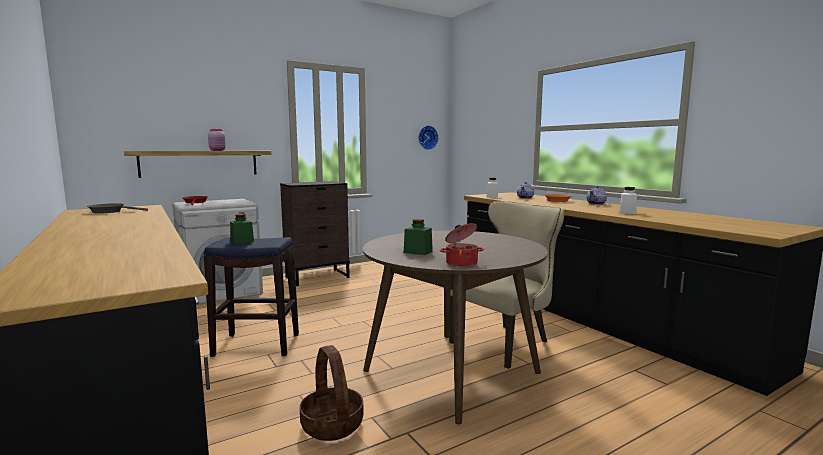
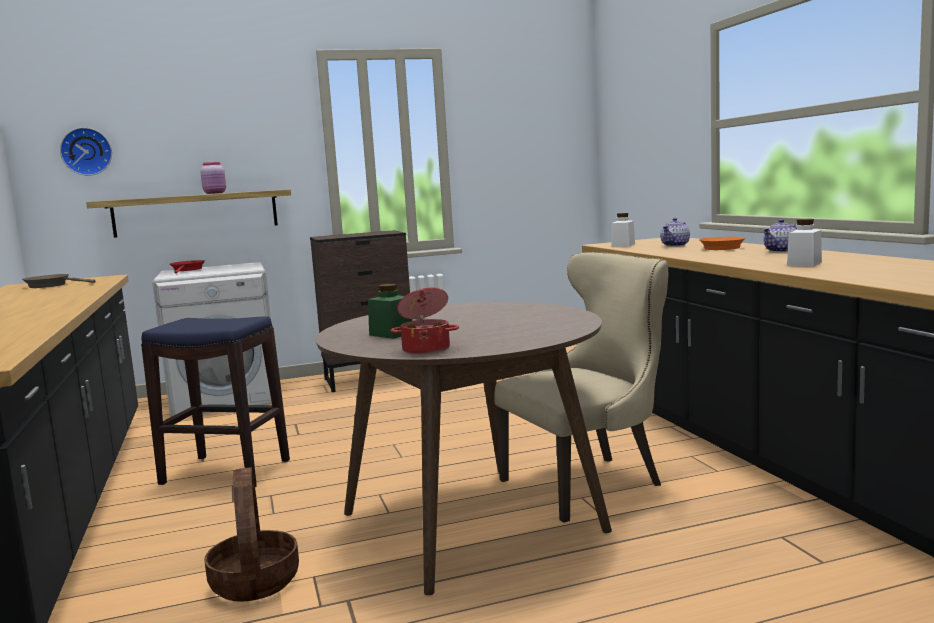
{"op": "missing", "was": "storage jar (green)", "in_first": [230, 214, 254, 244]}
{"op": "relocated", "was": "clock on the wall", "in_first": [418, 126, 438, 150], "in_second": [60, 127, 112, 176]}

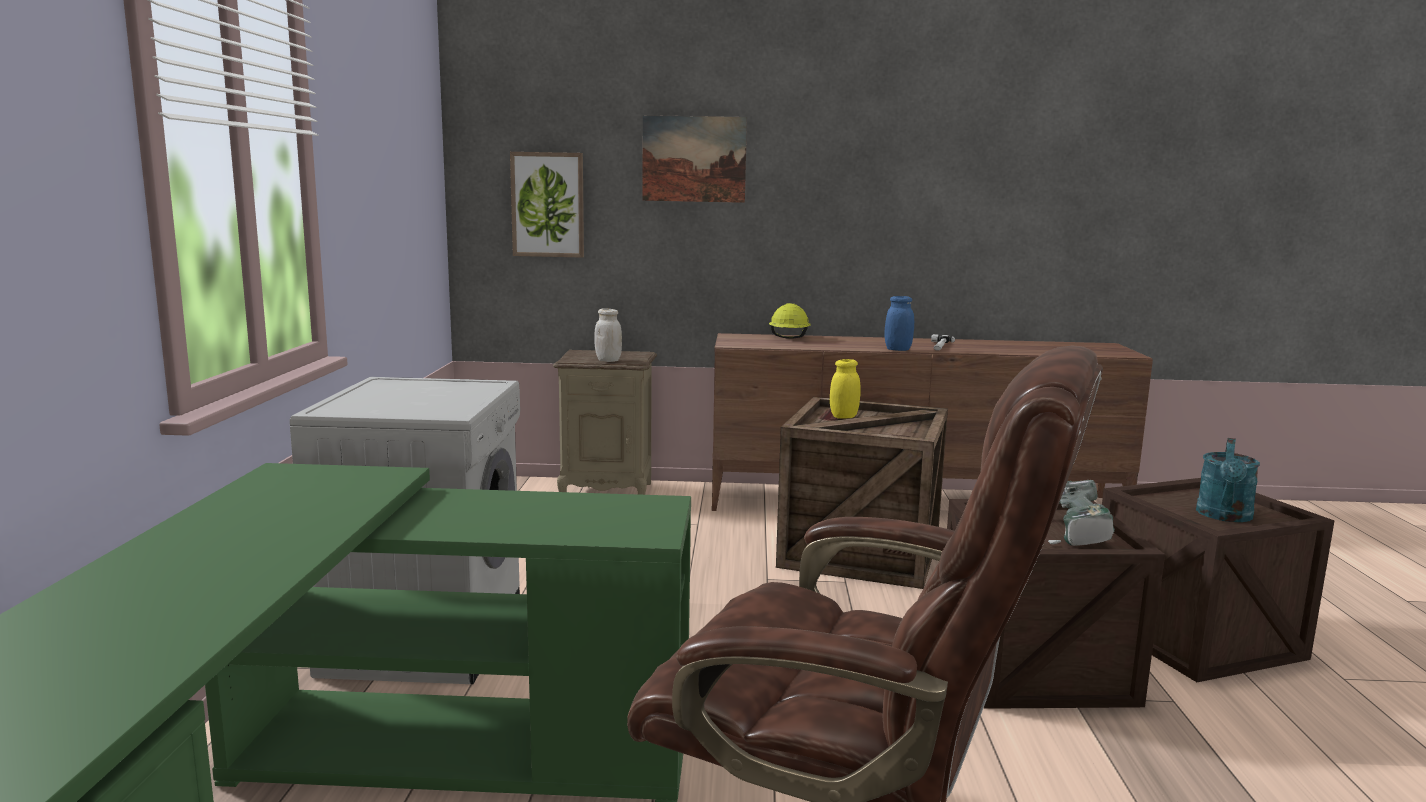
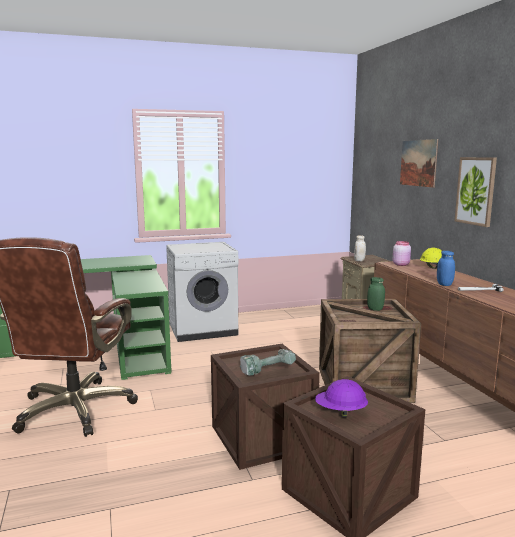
{"op": "relocated", "was": "wall art", "in_first": [510, 152, 584, 258], "in_second": [455, 157, 497, 227]}
{"op": "colour", "was": "storage jar (yellowish)", "now": "storage jar (green)", "in_first": [830, 359, 861, 419], "in_second": [367, 277, 385, 311]}
{"op": "exchanged", "was": "sprinkling can (blue-green)", "now": "safety helmet (purple)", "in_first": [1196, 438, 1260, 522], "in_second": [315, 379, 368, 418]}
{"op": "appeared", "now": "storage jar (pink)", "in_second": [393, 241, 411, 266]}

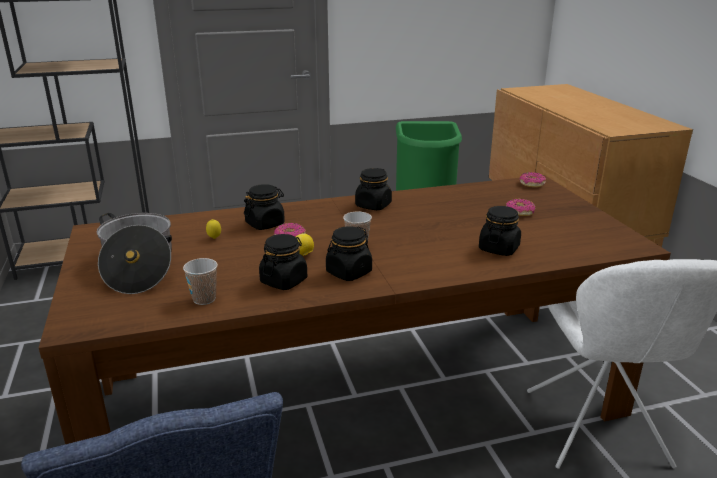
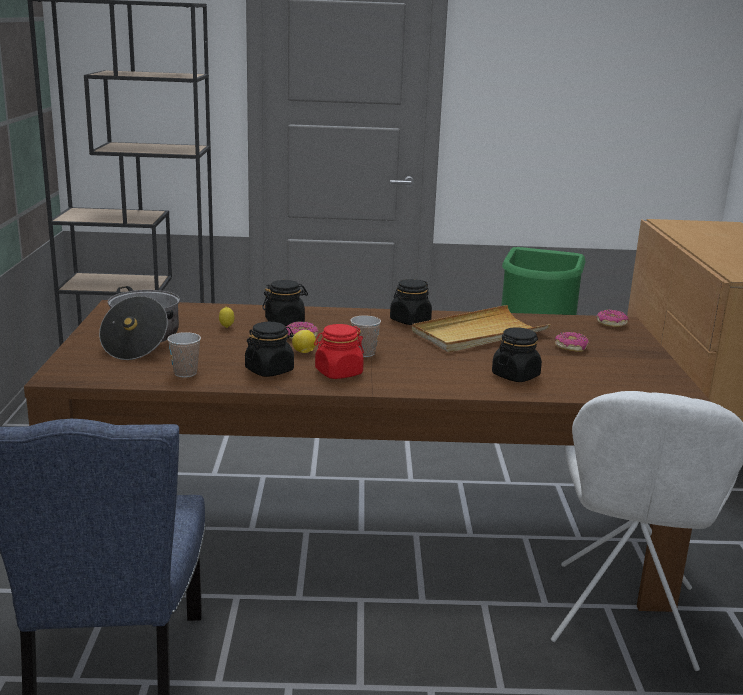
{"op": "colour", "was": "storage jar (black)", "now": "storage jar (red)", "in_first": [326, 226, 372, 281], "in_second": [314, 324, 364, 379]}
{"op": "appeared", "now": "serving tray (beige)", "in_second": [412, 305, 551, 352]}

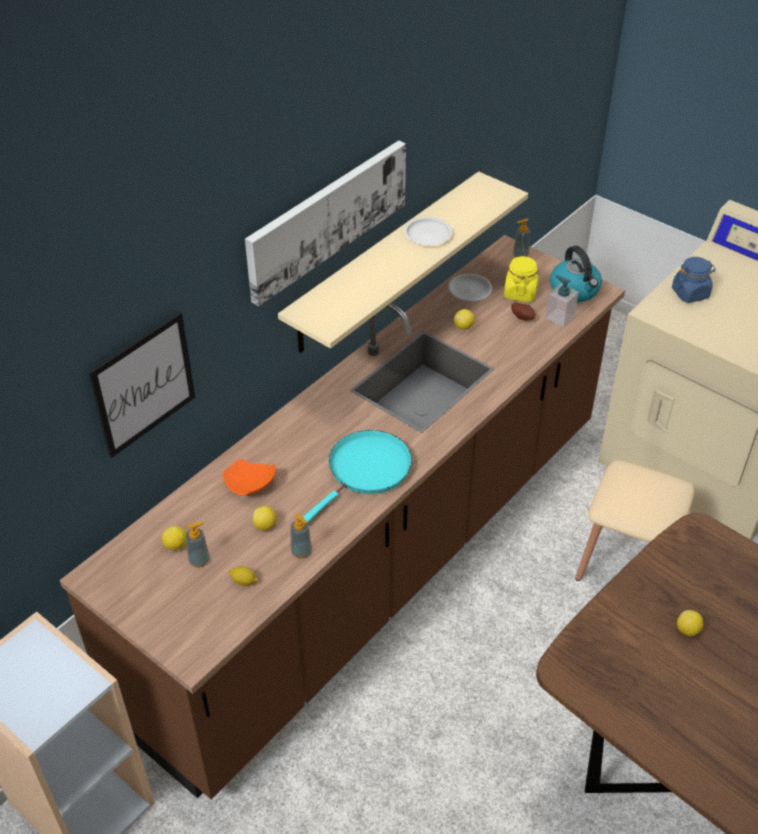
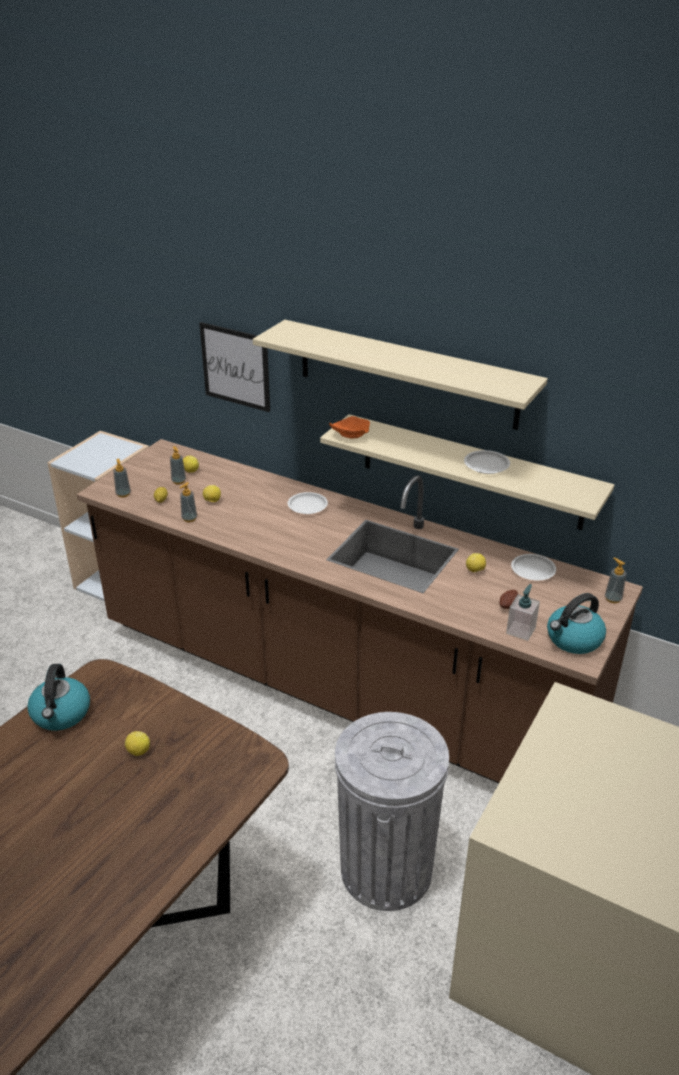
{"op": "relocated", "was": "plate (orangey)", "in_first": [223, 460, 276, 495], "in_second": [329, 416, 370, 438]}
{"op": "exchanged", "was": "wall art", "now": "bracket shelf (beige)", "in_first": [245, 140, 406, 306], "in_second": [253, 320, 548, 430]}
{"op": "missing", "was": "frying pan (blue-green)", "in_first": [303, 430, 412, 523]}
{"op": "missing", "was": "storage jar (yellowish)", "in_first": [504, 256, 539, 302]}
{"op": "exchanged", "was": "sitting stool (beige)", "now": "trash can (gray)", "in_first": [575, 460, 694, 581], "in_second": [335, 712, 449, 911]}
{"op": "missing", "was": "storage jar (blue-coloured)", "in_first": [672, 257, 716, 303]}
{"op": "appeared", "now": "water kettle", "in_second": [27, 664, 90, 731]}
{"op": "appeared", "now": "soap dispenser", "in_second": [113, 459, 131, 497]}
{"op": "appeared", "now": "plate (whitish)", "in_second": [288, 492, 328, 514]}

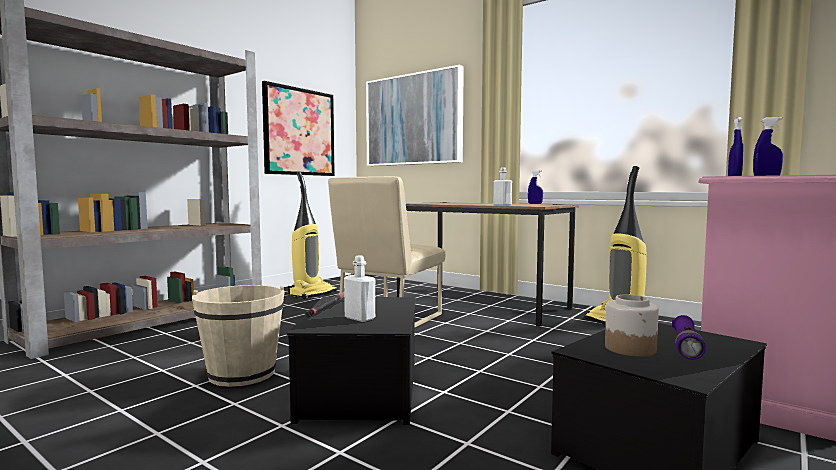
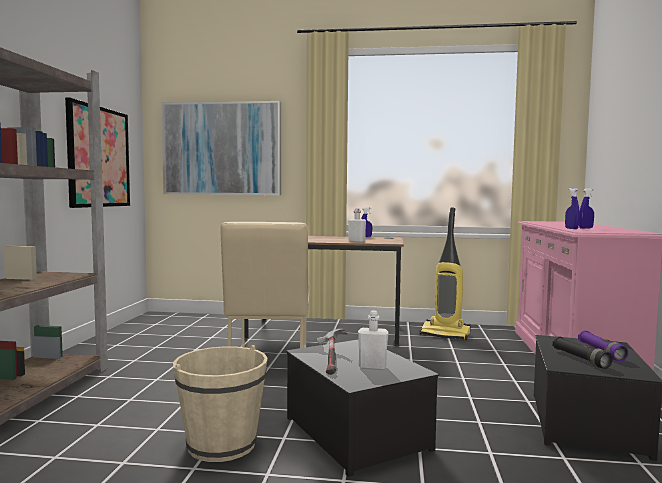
{"op": "missing", "was": "vacuum cleaner", "in_first": [288, 171, 337, 299]}
{"op": "exchanged", "was": "storage jar", "now": "torch (black)", "in_first": [605, 295, 659, 357], "in_second": [553, 336, 613, 369]}

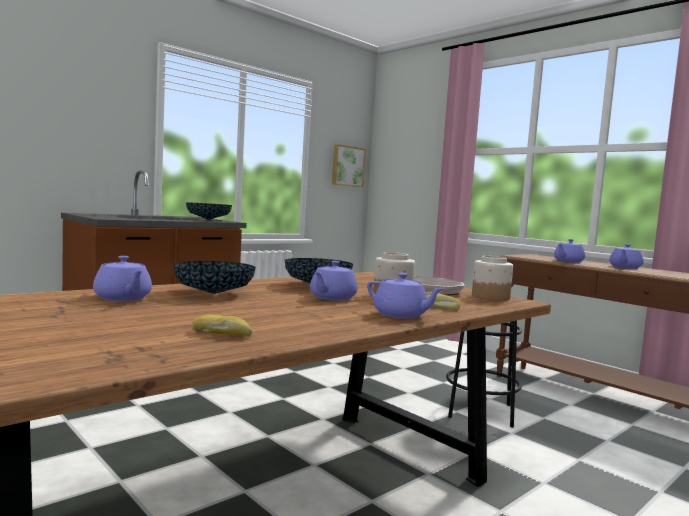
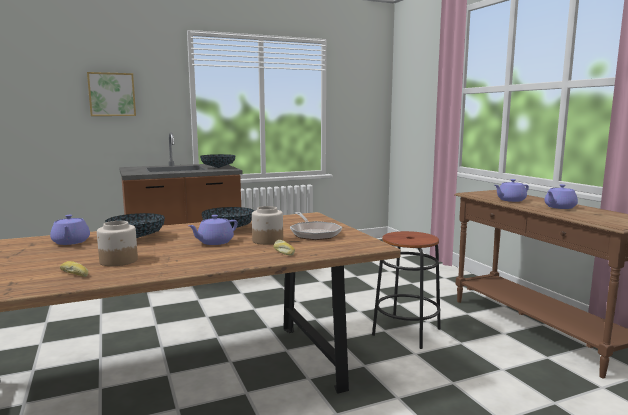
{"op": "relocated", "was": "wall art", "in_first": [332, 144, 366, 187], "in_second": [87, 72, 136, 116]}
{"op": "missing", "was": "tea pot (purple)", "in_first": [367, 273, 444, 319]}
{"op": "relocated", "was": "storage jar", "in_first": [472, 256, 513, 301], "in_second": [97, 221, 138, 266]}

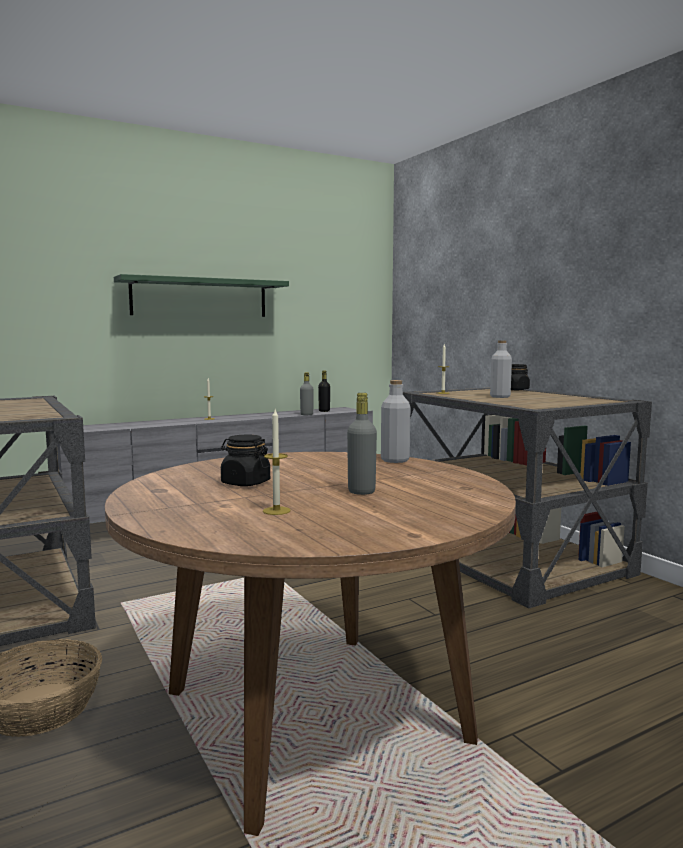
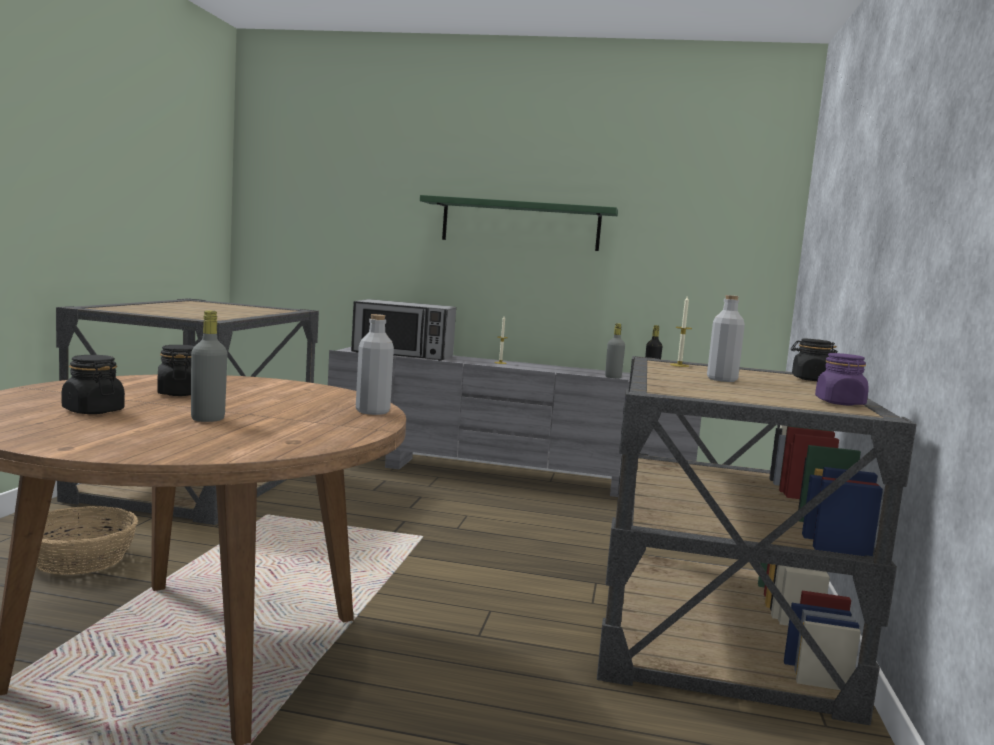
{"op": "exchanged", "was": "wax light", "now": "storage jar (black)", "in_first": [263, 410, 291, 515], "in_second": [62, 355, 125, 414]}
{"op": "appeared", "now": "kitchen microwave", "in_second": [351, 299, 456, 361]}
{"op": "appeared", "now": "storage jar (purple)", "in_second": [815, 353, 869, 406]}

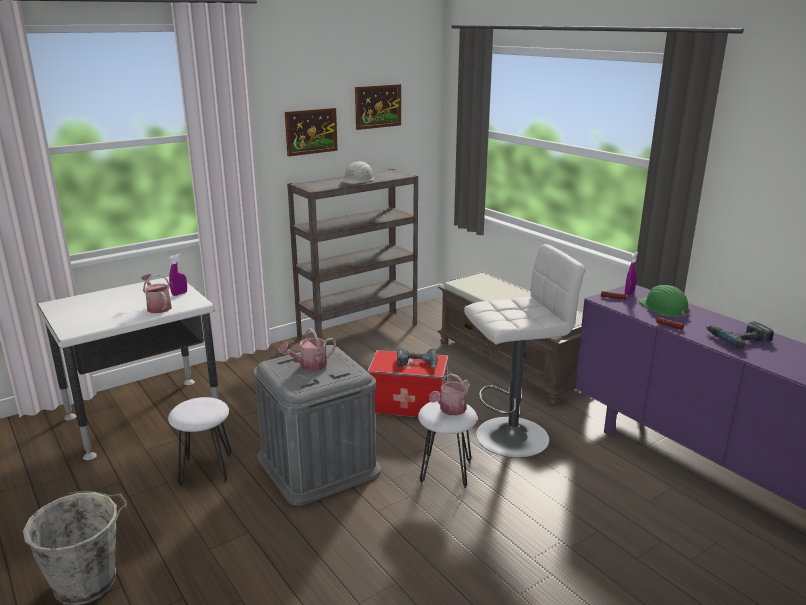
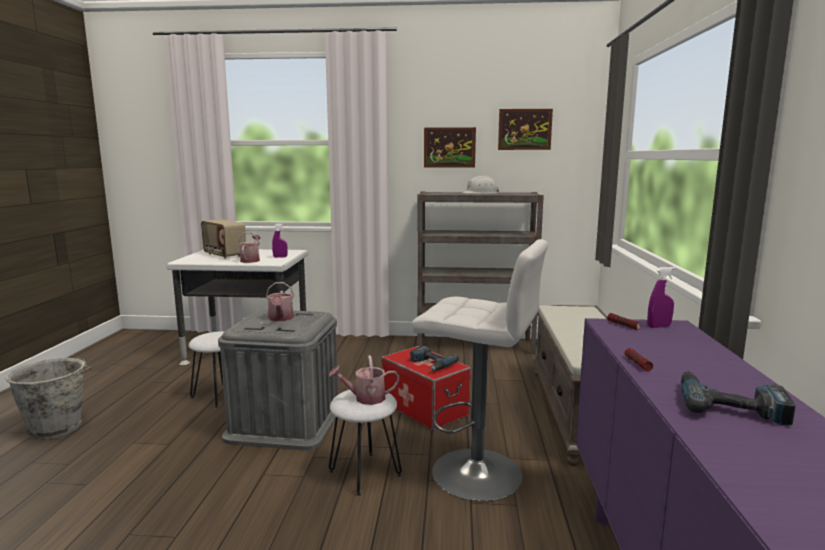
{"op": "spun", "was": "sprinkling can", "in_first": [279, 328, 336, 371], "in_second": [266, 282, 294, 321], "clockwise": -105}
{"op": "missing", "was": "safety helmet (green)", "in_first": [638, 285, 690, 318]}
{"op": "appeared", "now": "radio", "in_second": [201, 219, 246, 259]}

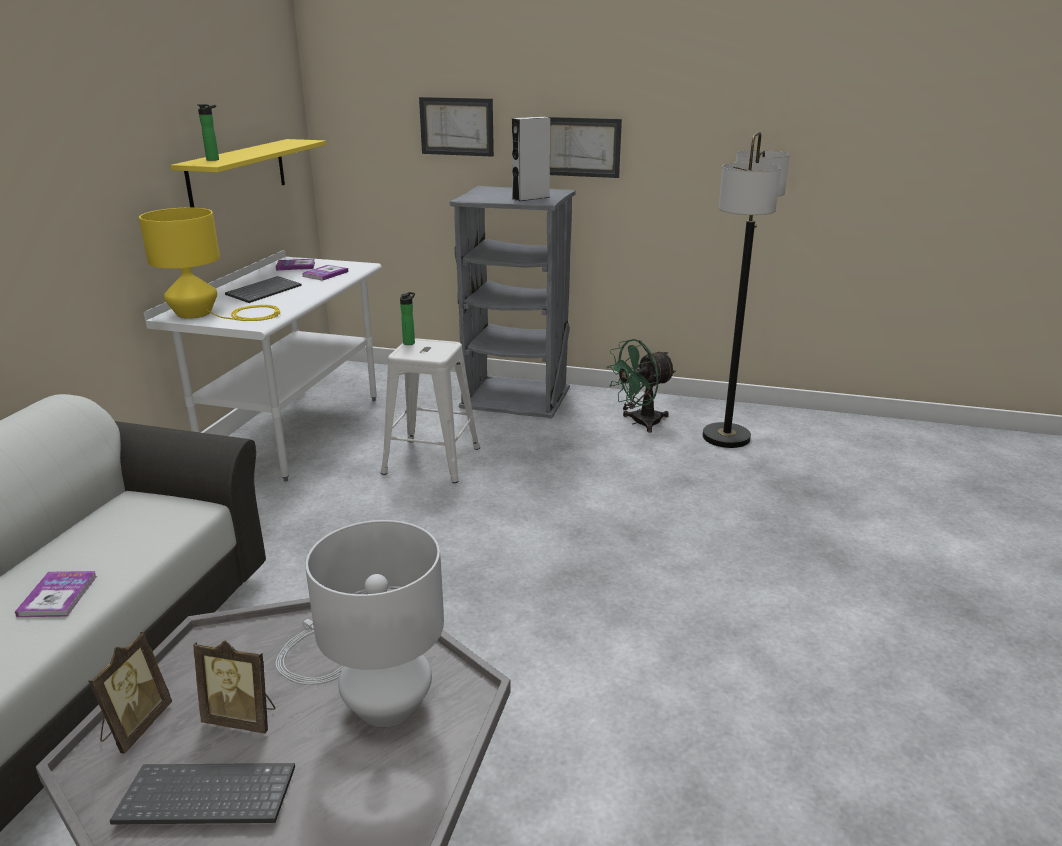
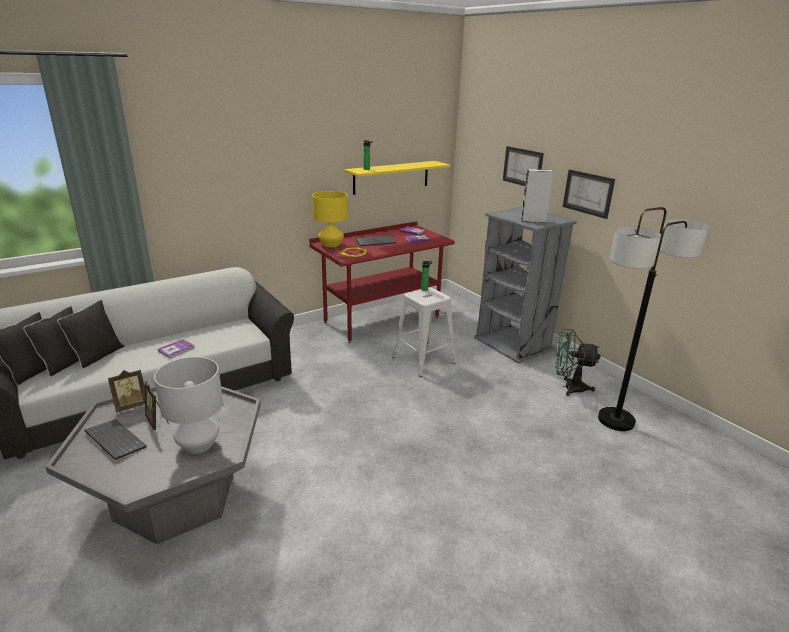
{"op": "colour", "was": "desk table (whitish)", "now": "desk table (red)", "in_first": [144, 250, 382, 482], "in_second": [309, 221, 455, 343]}

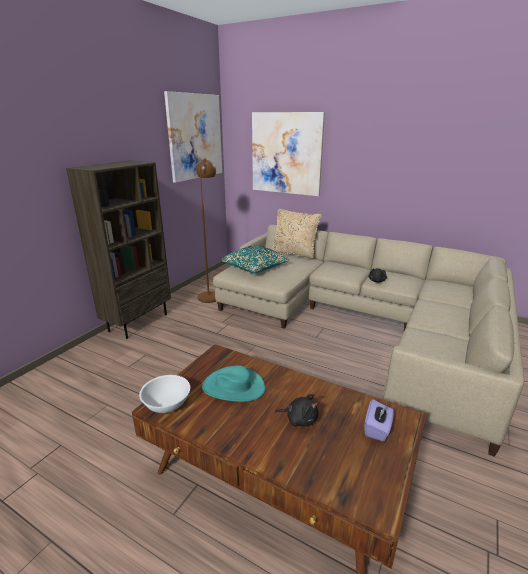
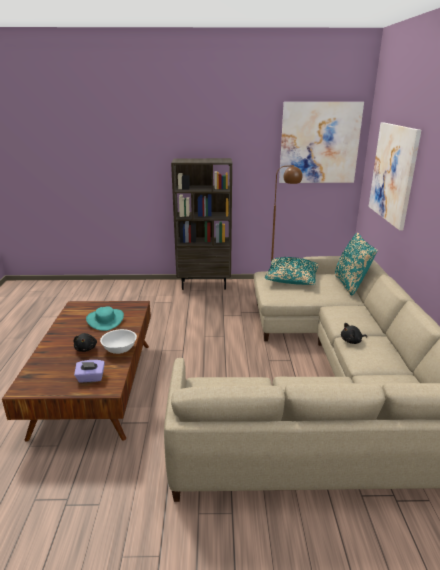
{"op": "relocated", "was": "deep dish (whitish)", "in_first": [139, 375, 190, 413], "in_second": [100, 329, 137, 354]}
{"op": "colour", "was": "cushion (beige)", "now": "cushion (blue-green)", "in_first": [272, 209, 322, 259], "in_second": [335, 233, 378, 295]}

